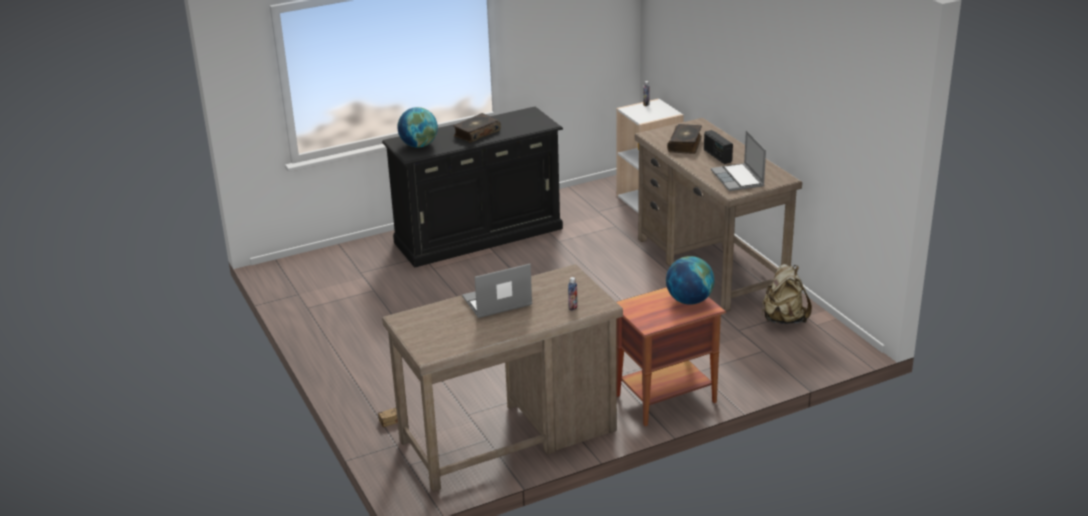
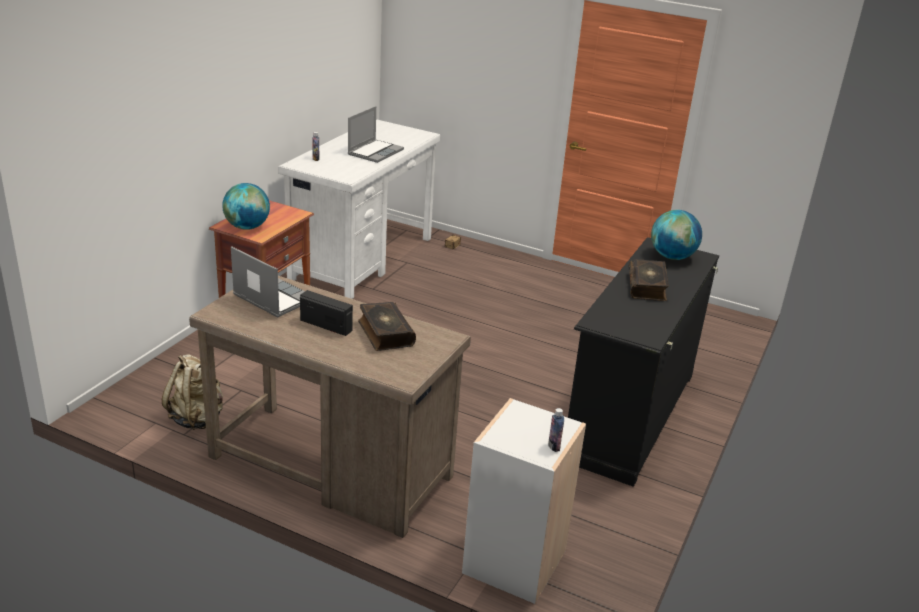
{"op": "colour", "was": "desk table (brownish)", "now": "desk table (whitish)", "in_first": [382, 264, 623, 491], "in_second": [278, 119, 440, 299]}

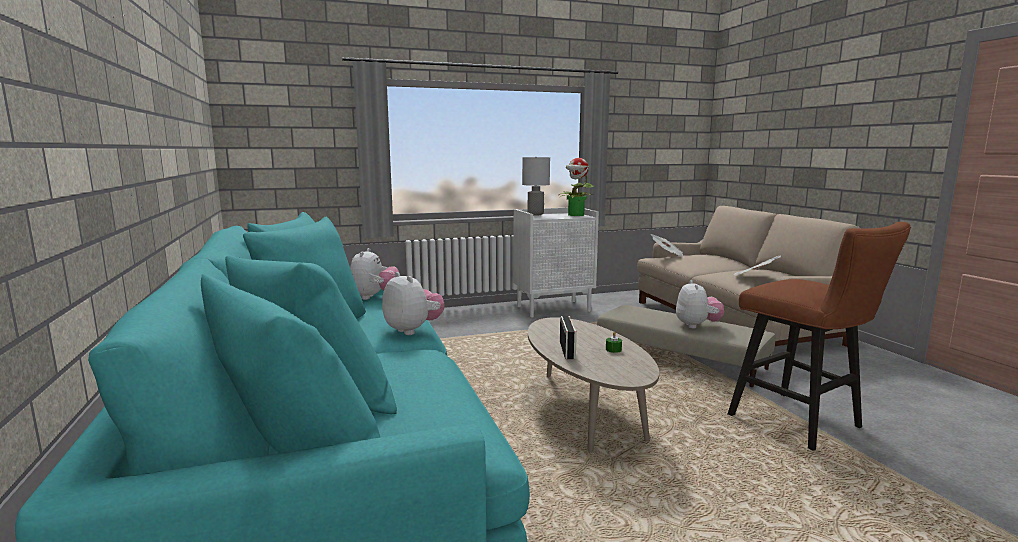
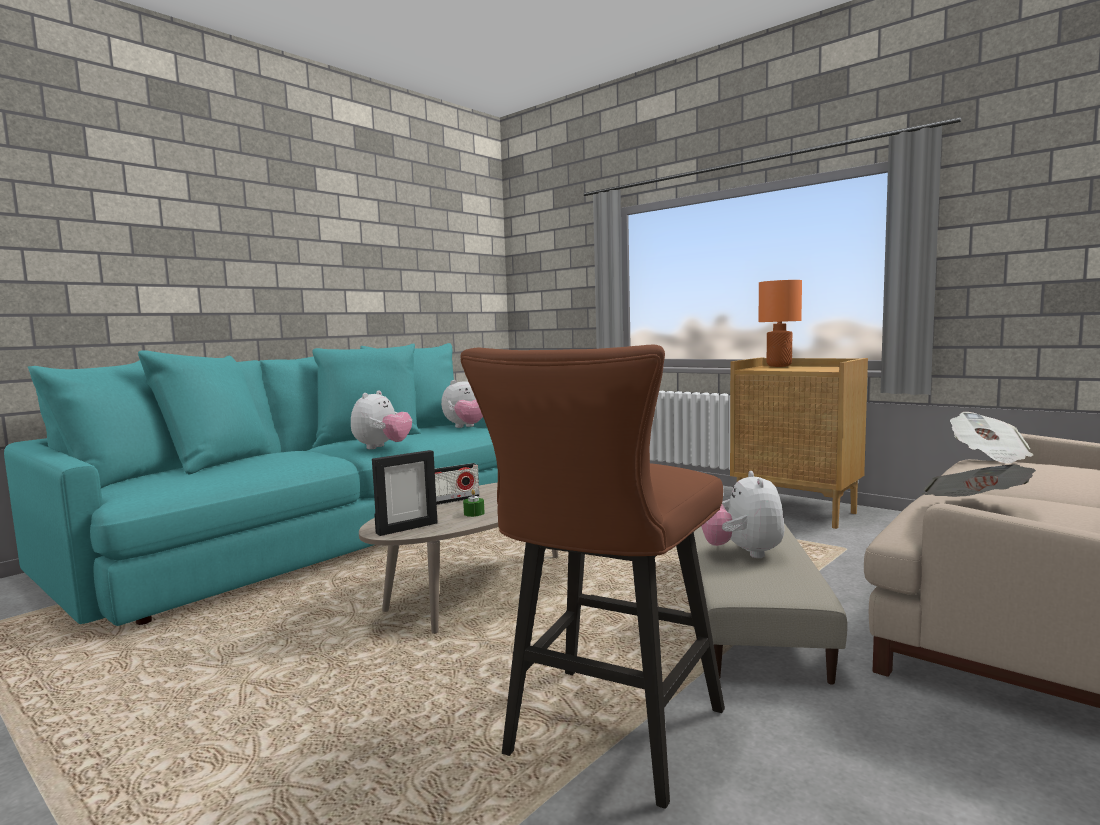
{"op": "colour", "was": "storage cabinet (whitish)", "now": "storage cabinet (brownish)", "in_first": [514, 208, 599, 318], "in_second": [730, 357, 868, 529]}
{"op": "colour", "was": "table lamp (gray)", "now": "table lamp (orangey)", "in_first": [522, 157, 550, 216], "in_second": [758, 280, 802, 367]}
{"op": "missing", "was": "plant in a pot", "in_first": [559, 158, 594, 216]}
{"op": "spun", "was": "cuddly toy", "in_first": [676, 280, 724, 329], "in_second": [701, 471, 785, 558], "clockwise": 120}
{"op": "appeared", "now": "photo frame", "in_second": [372, 450, 438, 536]}

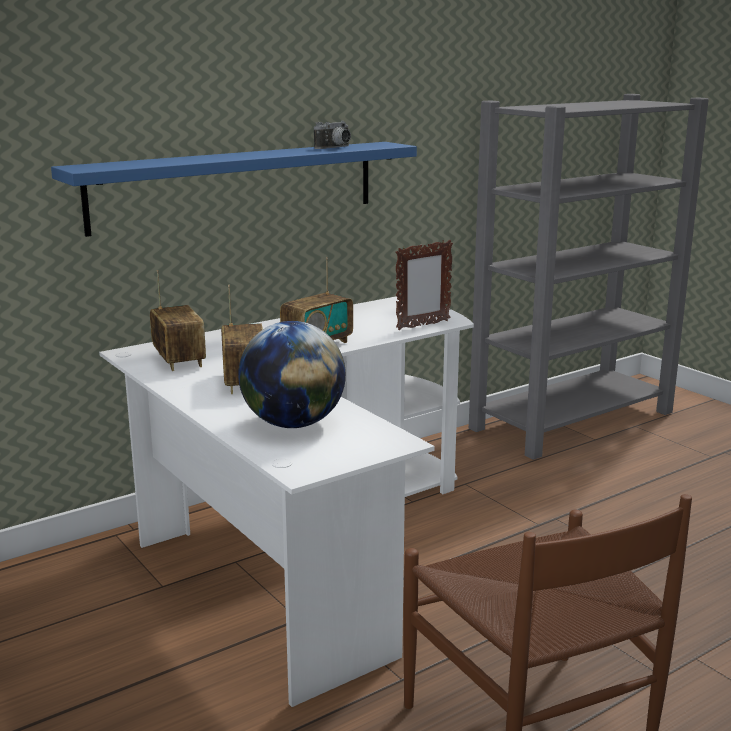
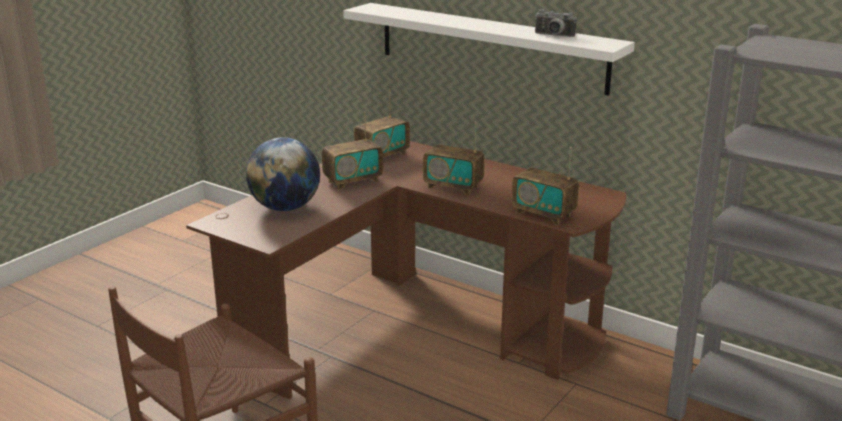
{"op": "colour", "was": "bracket shelf (blue-coloured)", "now": "bracket shelf (whitish)", "in_first": [51, 142, 417, 237], "in_second": [343, 3, 635, 96]}
{"op": "colour", "was": "desk table (whitish)", "now": "desk table (brownish)", "in_first": [99, 297, 474, 707], "in_second": [186, 141, 626, 399]}
{"op": "exchanged", "was": "photo frame", "now": "radio", "in_first": [395, 240, 453, 330], "in_second": [512, 147, 579, 225]}

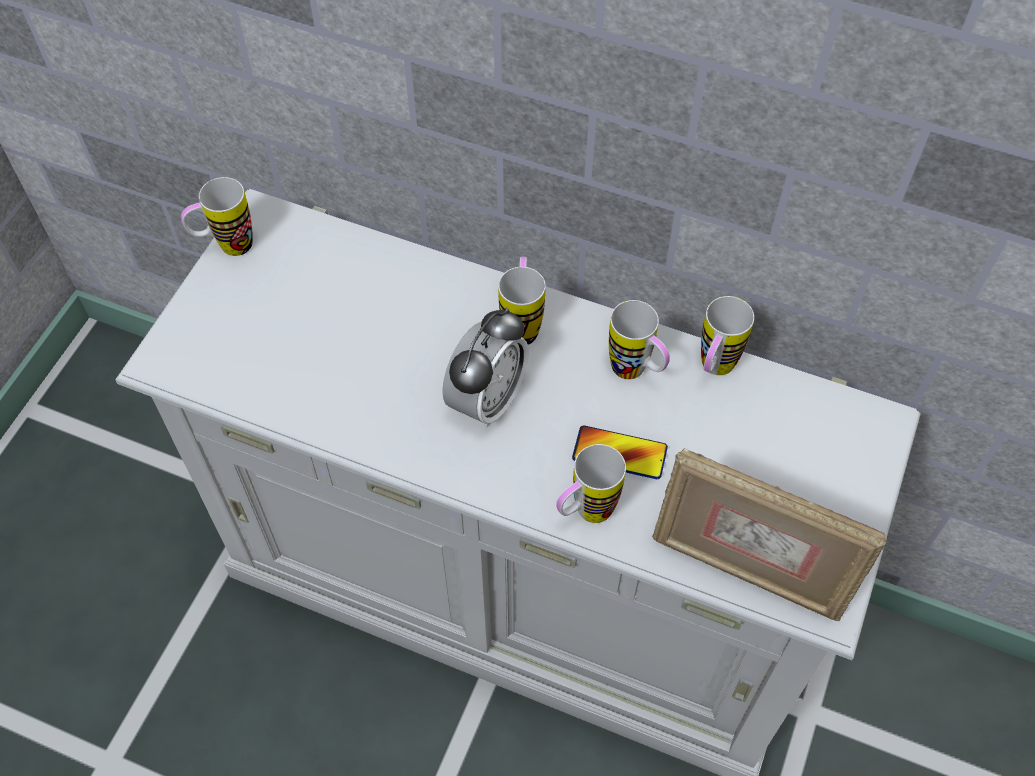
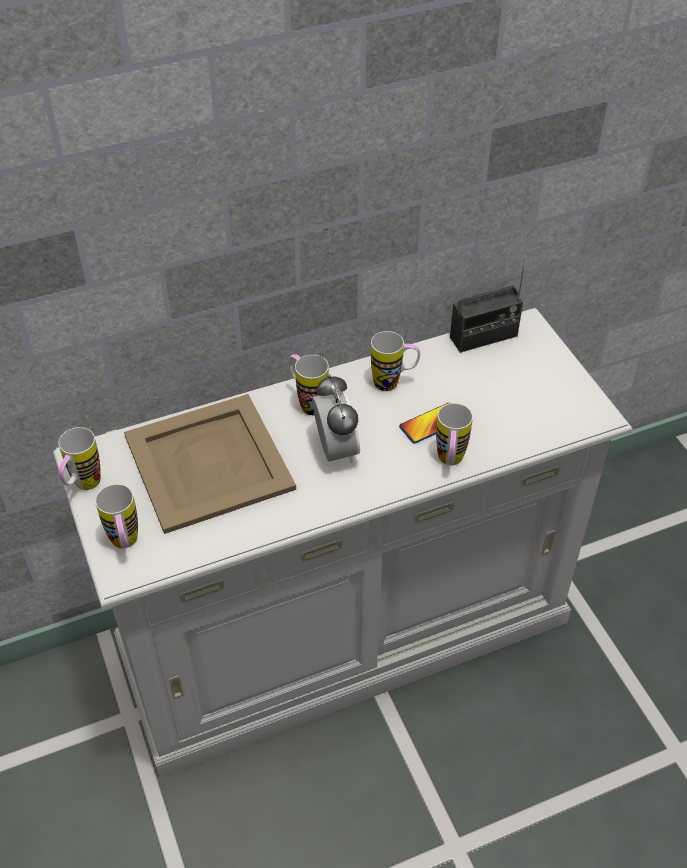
{"op": "missing", "was": "photo frame", "in_first": [652, 448, 887, 621]}
{"op": "relocated", "was": "tea mug", "in_first": [701, 296, 754, 375], "in_second": [95, 484, 138, 548]}
{"op": "appeared", "now": "serving tray (beige)", "in_second": [124, 394, 296, 534]}
{"op": "appeared", "now": "radio", "in_second": [450, 259, 525, 353]}

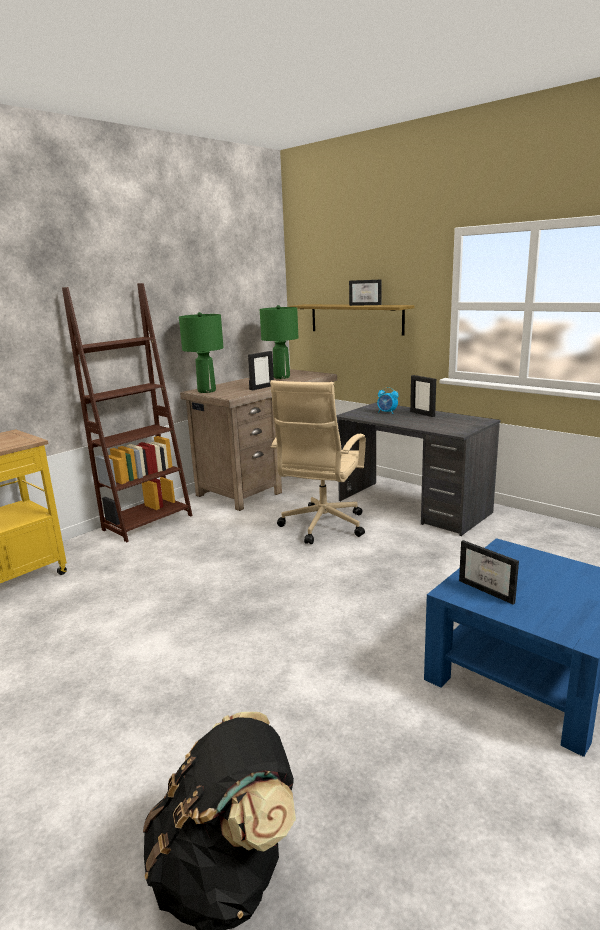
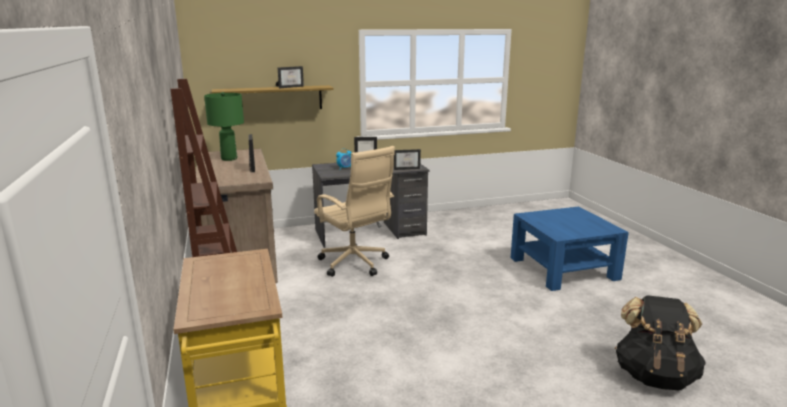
{"op": "missing", "was": "table lamp (green)", "in_first": [179, 312, 224, 393]}
{"op": "relocated", "was": "photo frame", "in_first": [459, 540, 519, 604], "in_second": [394, 149, 421, 170]}

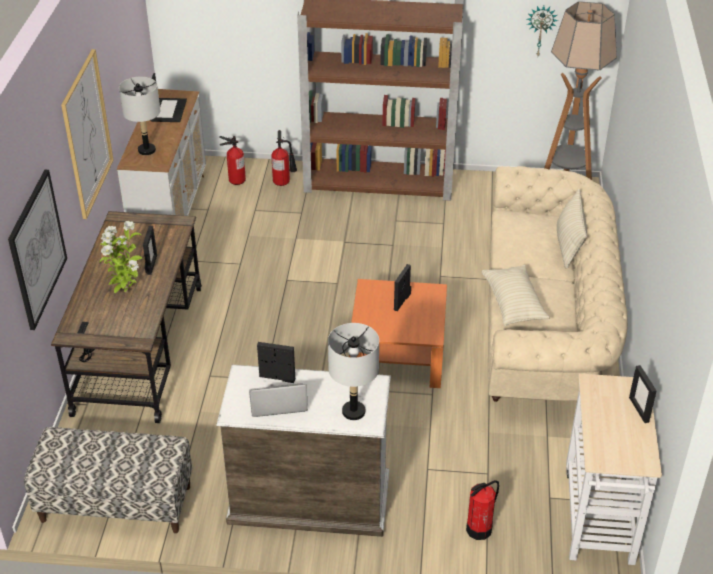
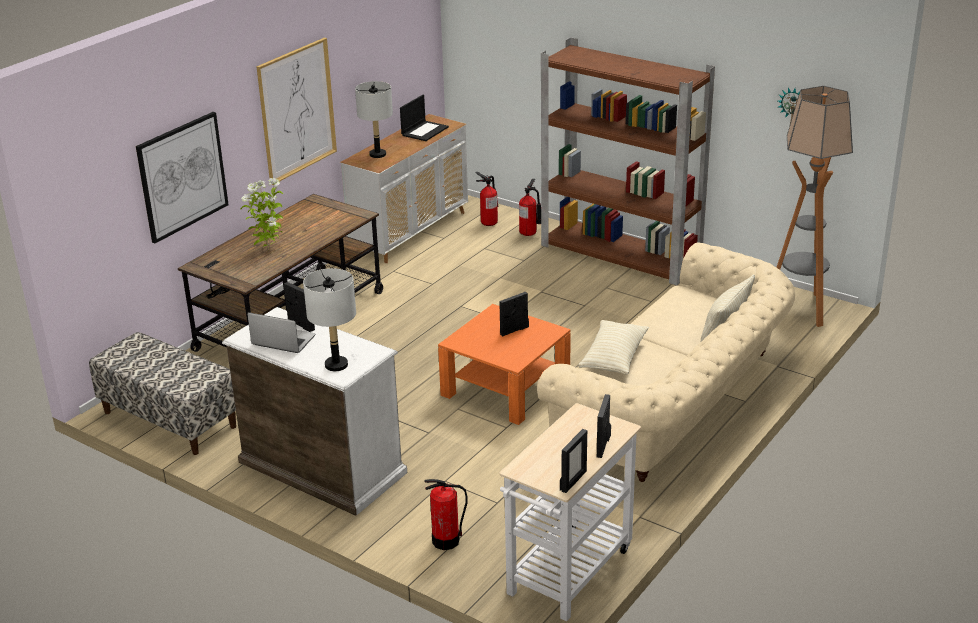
{"op": "relocated", "was": "photo frame", "in_first": [143, 226, 157, 275], "in_second": [560, 429, 587, 493]}

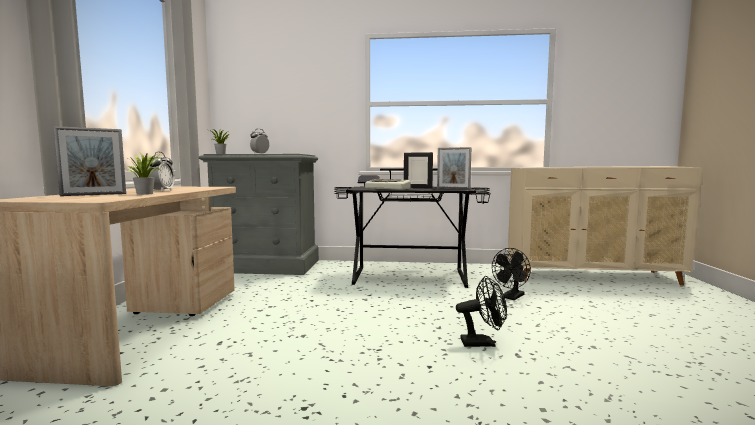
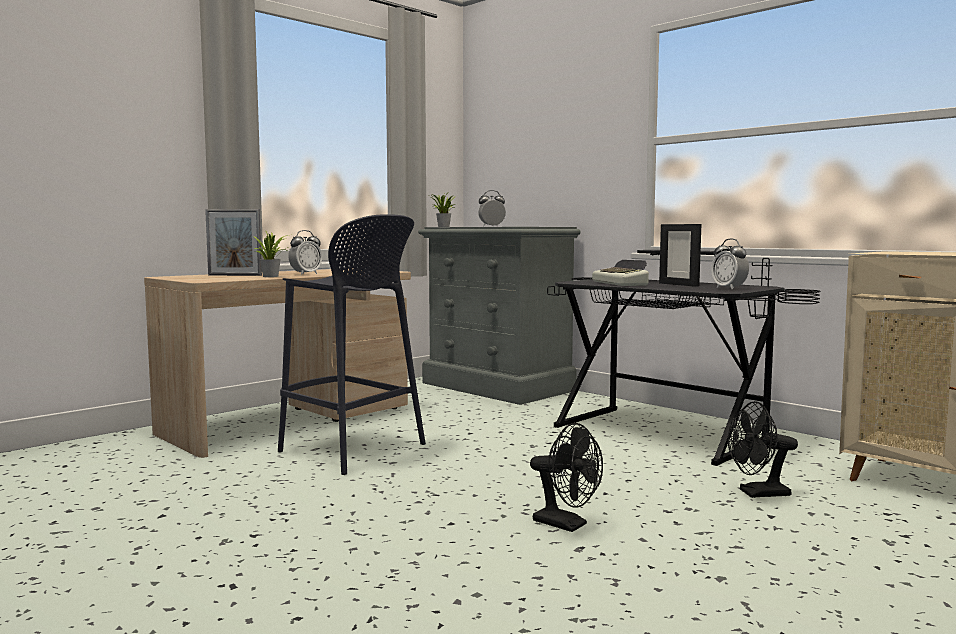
{"op": "exchanged", "was": "photo frame", "now": "table clock", "in_first": [437, 147, 471, 189], "in_second": [711, 239, 749, 289]}
{"op": "appeared", "now": "sitting stool (gray)", "in_second": [278, 214, 426, 475]}

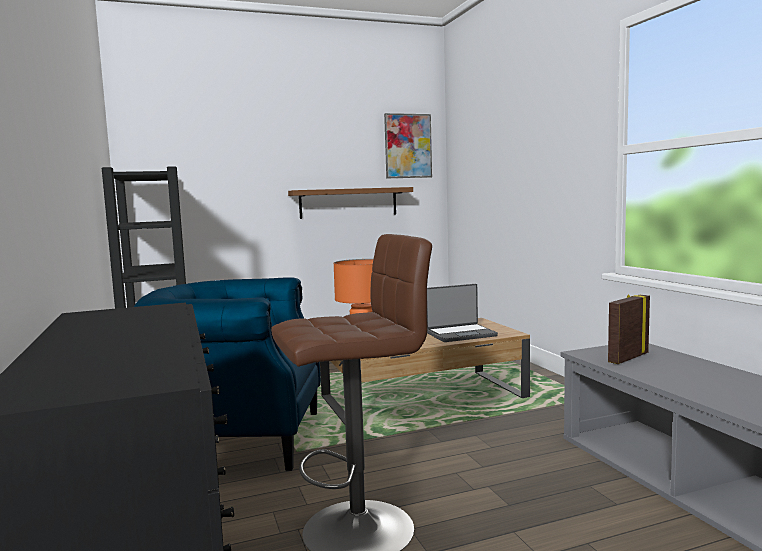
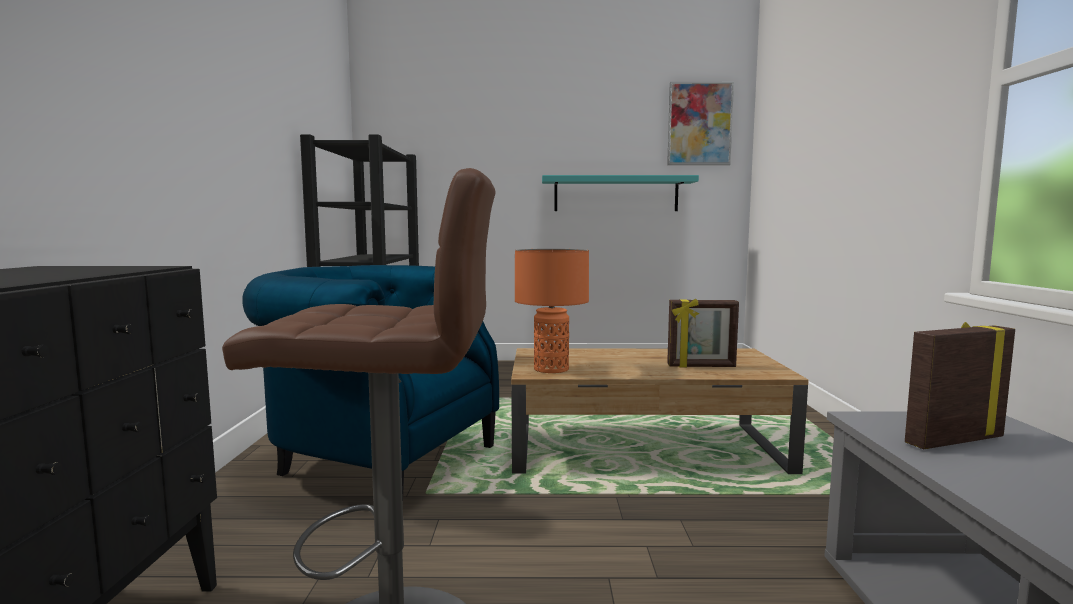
{"op": "colour", "was": "bracket shelf (brownish)", "now": "bracket shelf (blue-green)", "in_first": [288, 187, 413, 219], "in_second": [542, 175, 699, 211]}
{"op": "exchanged", "was": "laptop", "now": "photo frame", "in_first": [427, 284, 498, 342], "in_second": [667, 298, 739, 368]}

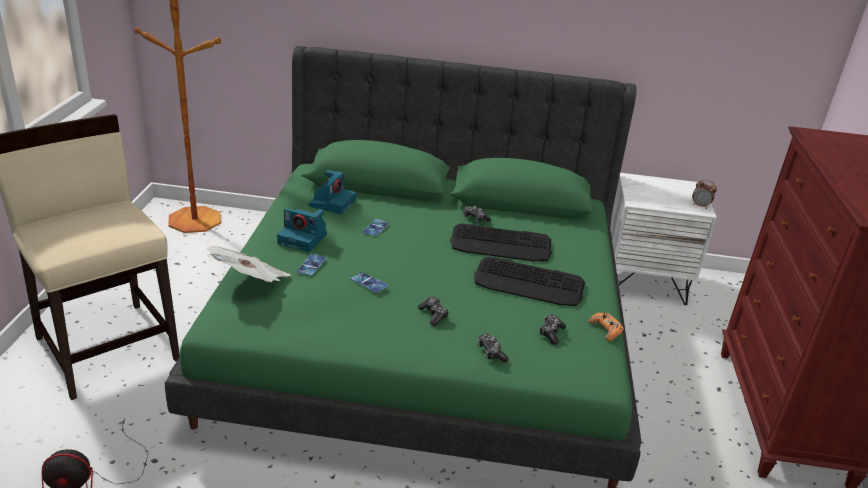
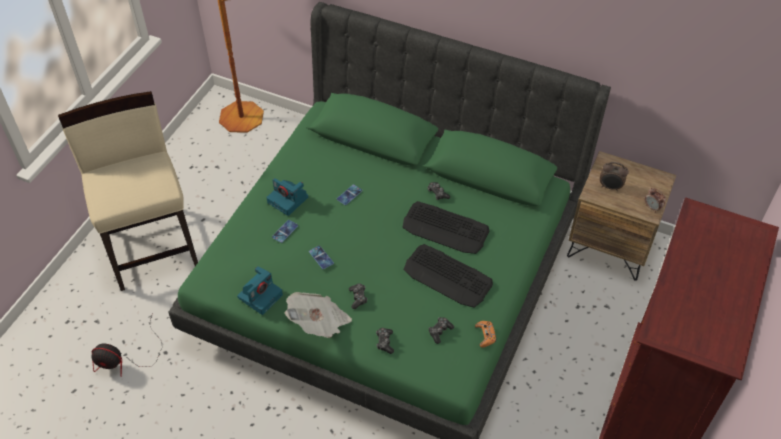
{"op": "relocated", "was": "printed paper", "in_first": [207, 246, 290, 282], "in_second": [284, 292, 352, 338]}
{"op": "relocated", "was": "still camera", "in_first": [309, 170, 356, 214], "in_second": [237, 266, 283, 315]}
{"op": "colour", "was": "night table (whitish)", "now": "night table (brownish)", "in_first": [610, 173, 717, 305], "in_second": [567, 151, 676, 281]}
{"op": "appeared", "now": "table clock", "in_second": [600, 162, 629, 191]}

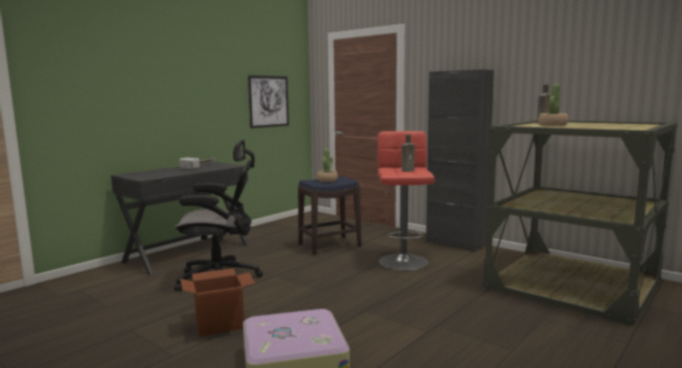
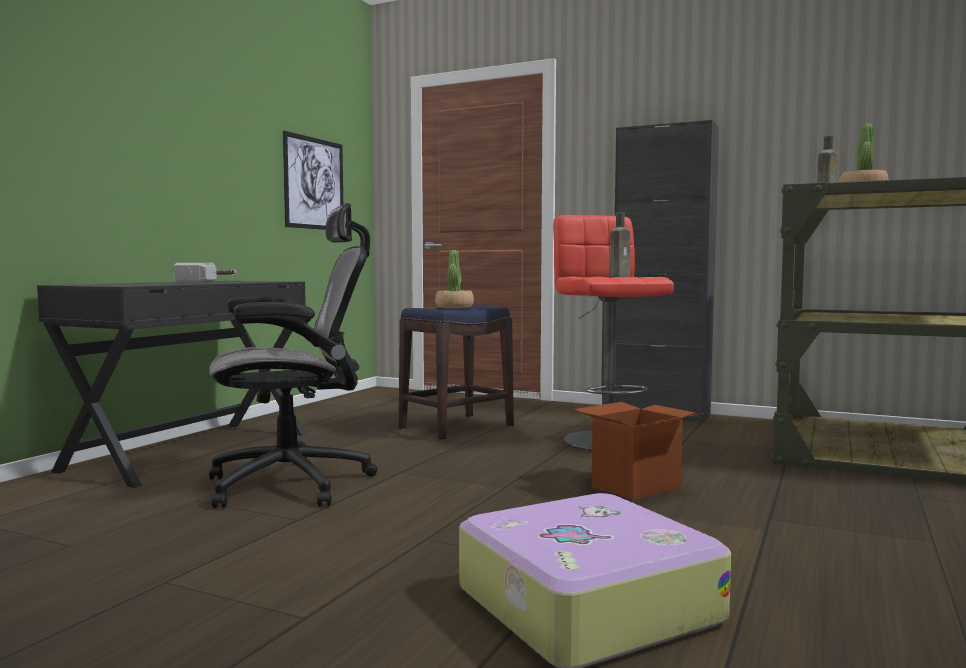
{"op": "relocated", "was": "packing box", "in_first": [180, 268, 256, 337], "in_second": [574, 402, 704, 500]}

